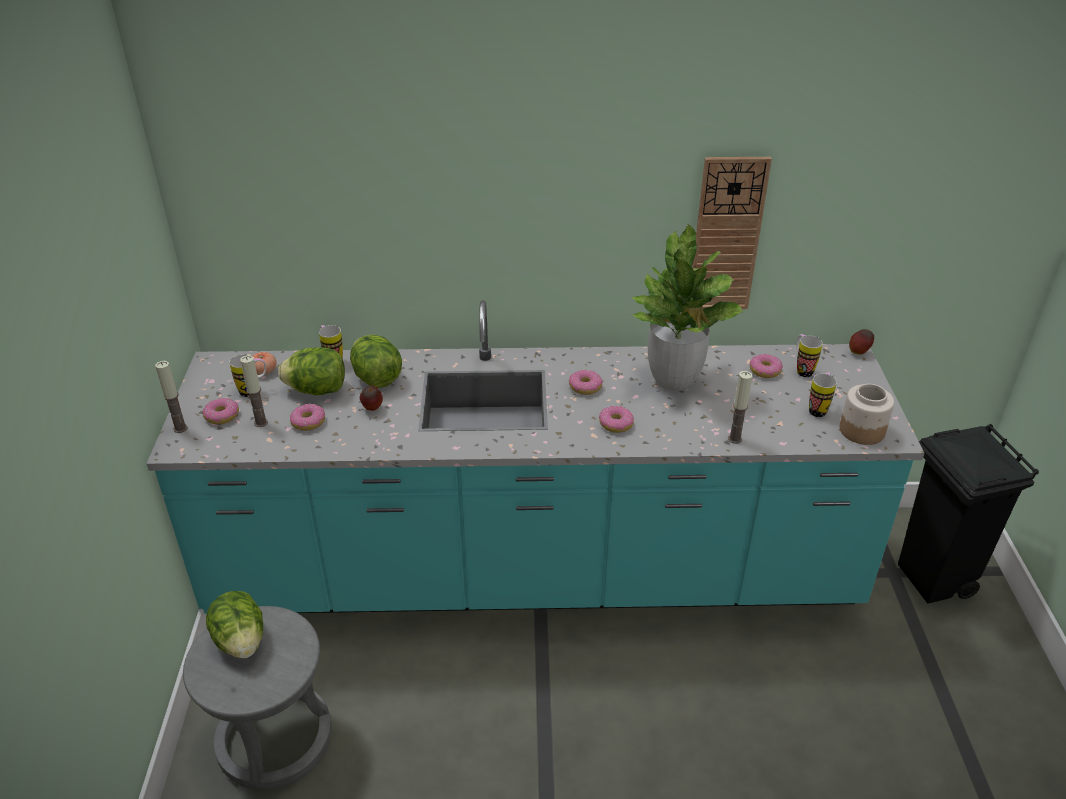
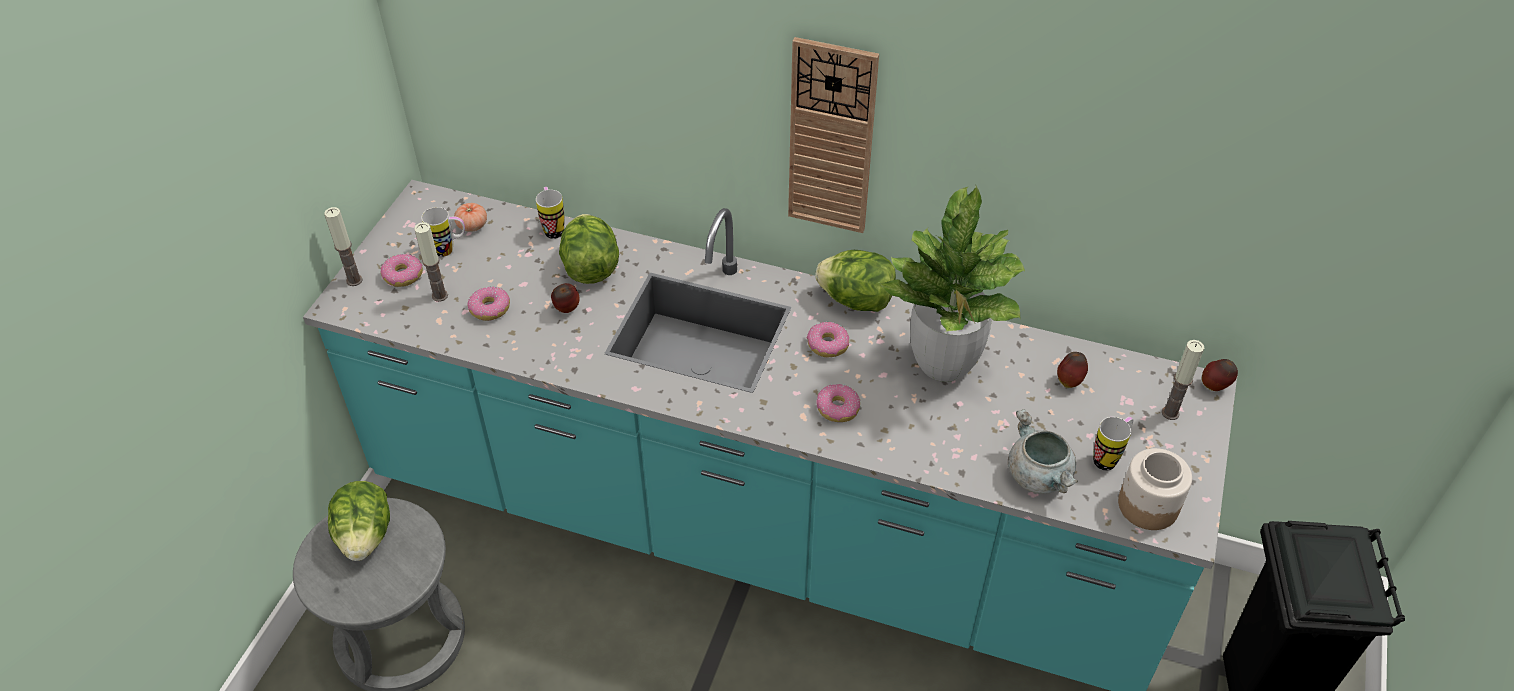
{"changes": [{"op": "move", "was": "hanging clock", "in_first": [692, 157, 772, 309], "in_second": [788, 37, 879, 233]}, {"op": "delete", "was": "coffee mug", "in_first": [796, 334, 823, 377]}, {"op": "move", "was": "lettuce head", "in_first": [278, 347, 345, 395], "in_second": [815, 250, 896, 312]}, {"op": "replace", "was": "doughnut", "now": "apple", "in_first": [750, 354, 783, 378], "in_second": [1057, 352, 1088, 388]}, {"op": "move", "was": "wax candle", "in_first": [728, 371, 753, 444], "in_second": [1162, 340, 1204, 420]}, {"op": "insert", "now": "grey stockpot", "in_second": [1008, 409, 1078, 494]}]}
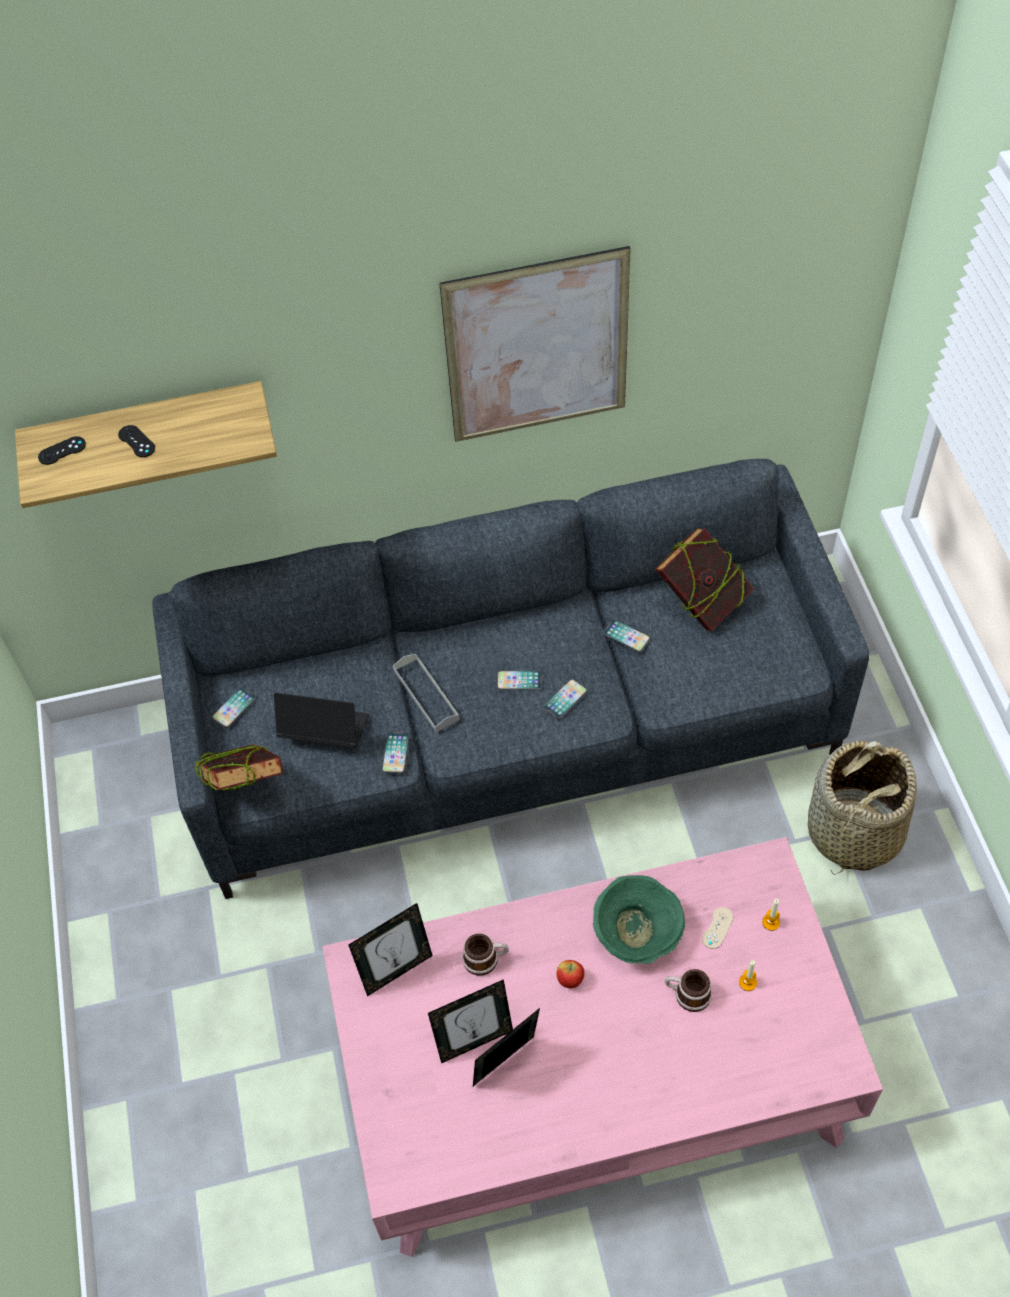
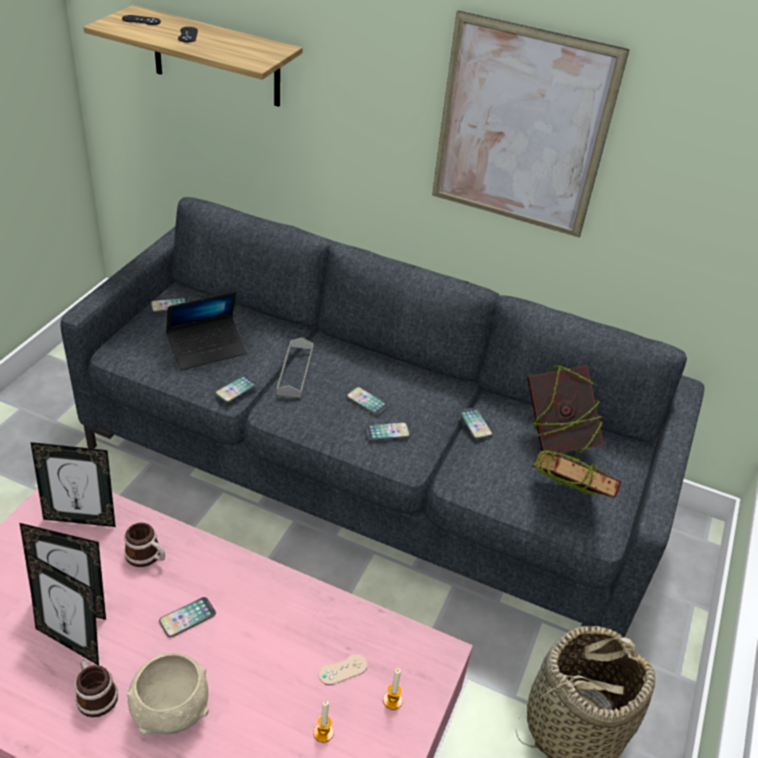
{"changes": [{"op": "rotate", "was": "notebook computer", "in_first": [274, 693, 369, 748], "in_second": [166, 291, 247, 370], "clockwise": 105}, {"op": "move", "was": "bound book", "in_first": [195, 744, 283, 791], "in_second": [532, 450, 622, 498]}, {"op": "delete", "was": "greenish bowl", "in_first": [593, 875, 685, 964]}, {"op": "replace", "was": "apple", "now": "phone", "in_first": [556, 960, 585, 988], "in_second": [159, 597, 216, 638]}, {"op": "move", "was": "coffee mug", "in_first": [665, 969, 712, 1012], "in_second": [75, 660, 118, 717]}, {"op": "rotate", "was": "standing frame", "in_first": [473, 1008, 540, 1086], "in_second": [26, 551, 99, 665], "clockwise": -150}, {"op": "insert", "now": "beige-coloured bowl", "in_second": [127, 652, 208, 736]}]}
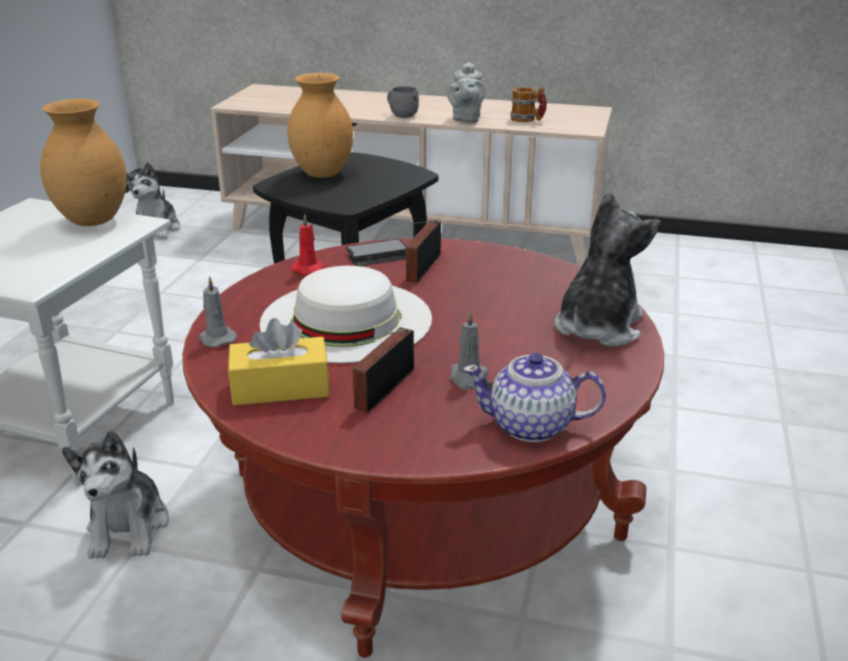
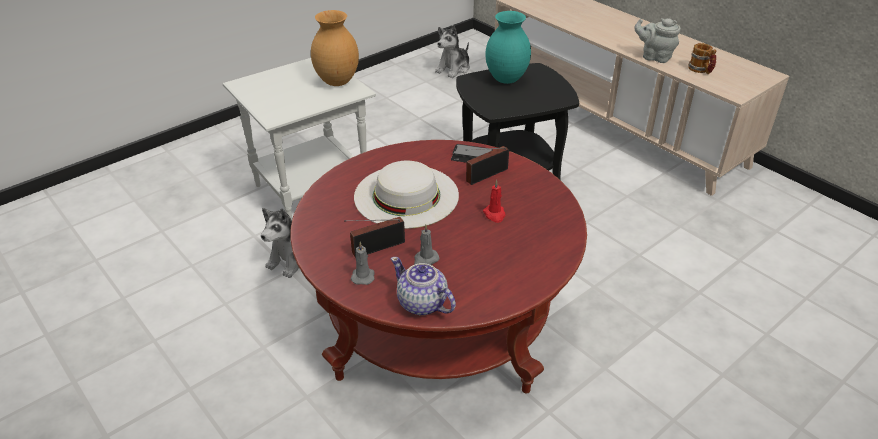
{"changes": [{"op": "rotate", "was": "grey teapot", "in_first": [447, 62, 486, 123], "in_second": [634, 18, 680, 63], "clockwise": 75}, {"op": "recolor", "was": "brownish decorative vase", "now": "turquoise-coloured decorative vase", "in_first": [287, 73, 353, 178], "in_second": [485, 11, 531, 84]}, {"op": "delete", "was": "grey coffee mug", "in_first": [387, 86, 419, 118]}, {"op": "delete", "was": "cuddly toy", "in_first": [554, 192, 660, 347]}, {"op": "move", "was": "red wax candle", "in_first": [291, 214, 325, 276], "in_second": [483, 180, 505, 223]}, {"op": "move", "was": "grey wax candle", "in_first": [199, 276, 237, 347], "in_second": [351, 242, 375, 285]}, {"op": "delete", "was": "yellowish tissue box", "in_first": [228, 318, 330, 405]}]}
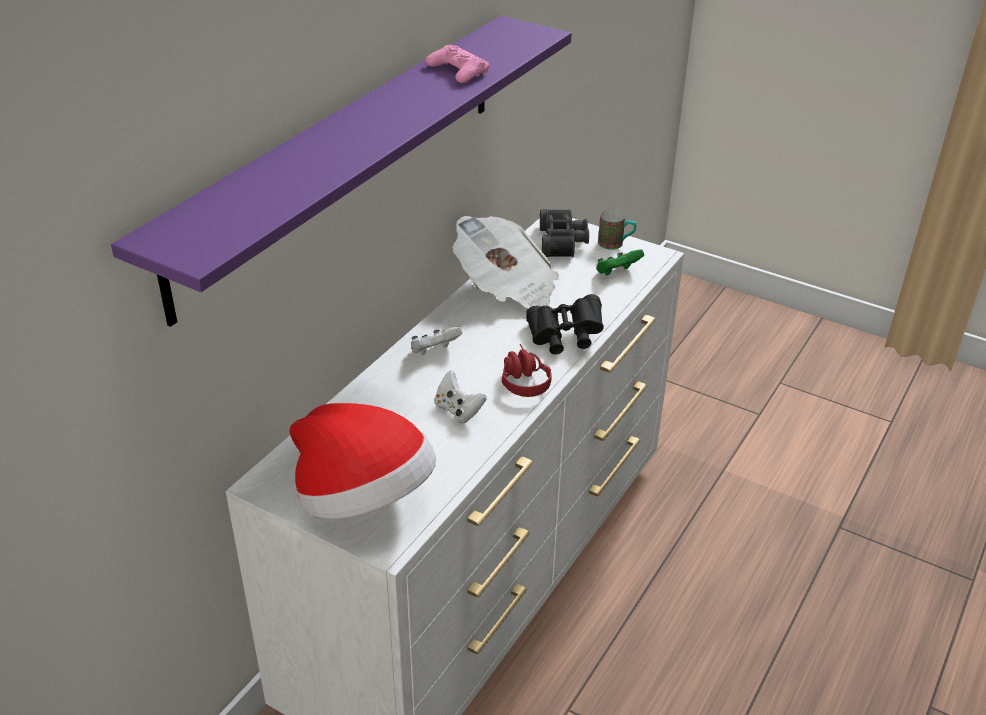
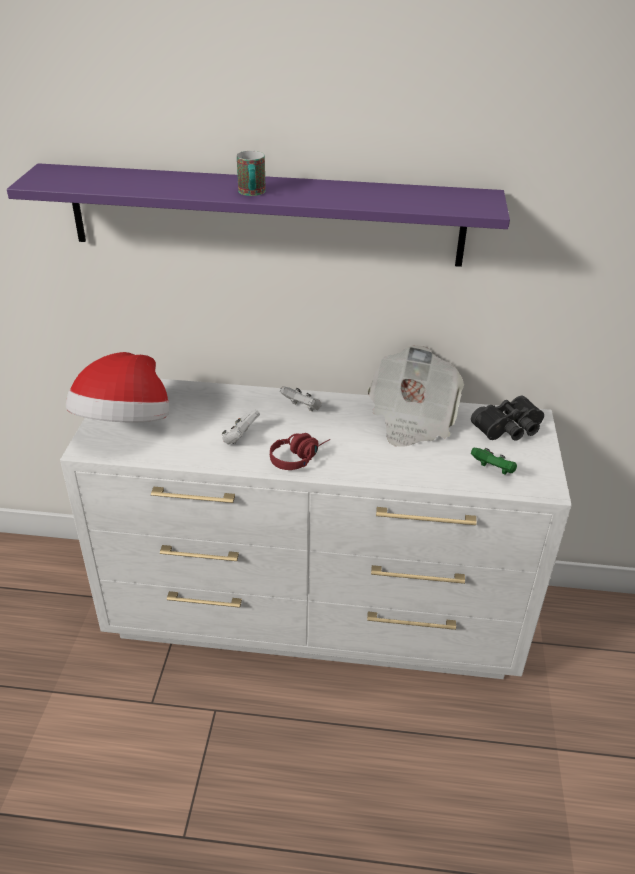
{"changes": [{"op": "delete", "was": "pink-coloured gamepad", "in_first": [425, 45, 489, 83]}, {"op": "move", "was": "coffee mug", "in_first": [598, 209, 636, 250], "in_second": [237, 151, 266, 196]}, {"op": "delete", "was": "black binoculars", "in_first": [526, 294, 604, 355]}]}
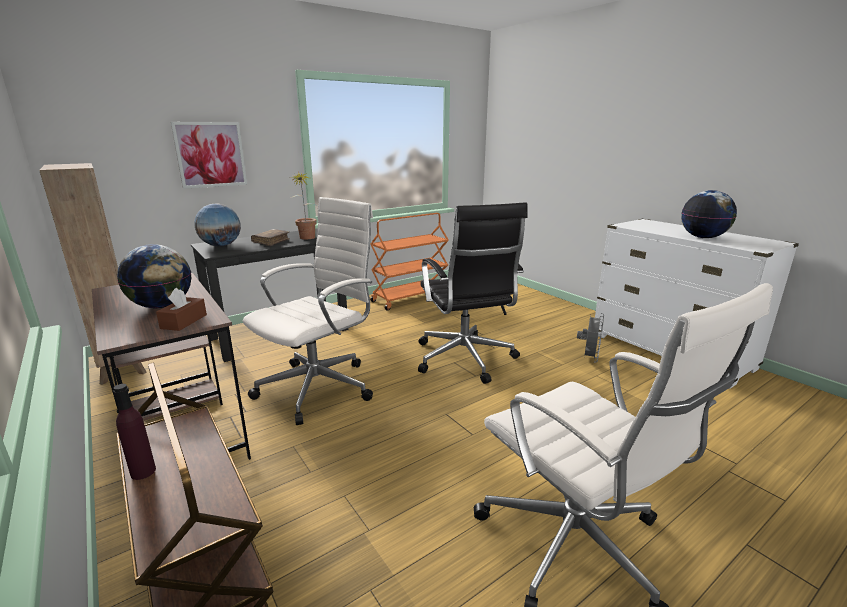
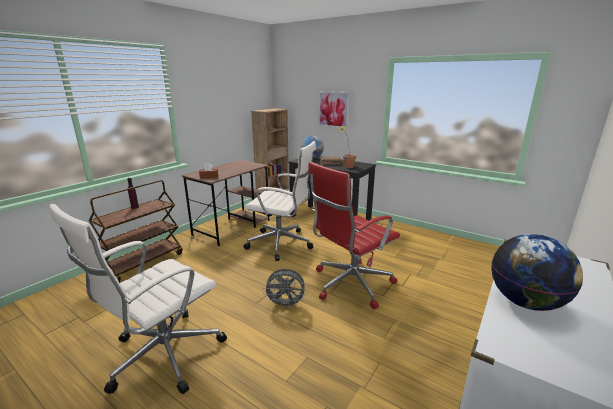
{"changes": [{"op": "recolor", "was": "black office chair", "now": "red office chair", "in_first": [418, 203, 528, 384], "in_second": [308, 162, 400, 309]}, {"op": "delete", "was": "orange wheeled cart", "in_first": [370, 213, 449, 311]}, {"op": "delete", "was": "globe", "in_first": [117, 244, 191, 308]}, {"op": "move", "was": "grey fan", "in_first": [577, 313, 604, 363], "in_second": [263, 269, 307, 309]}]}
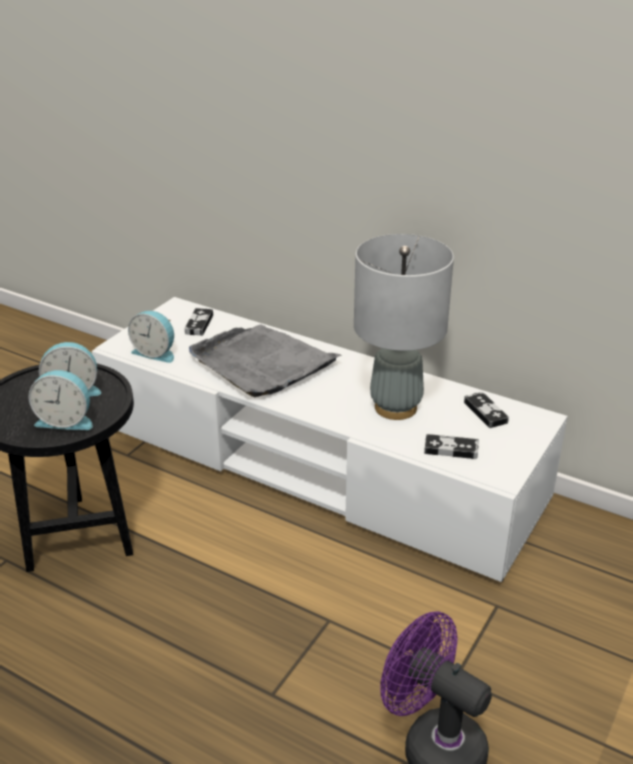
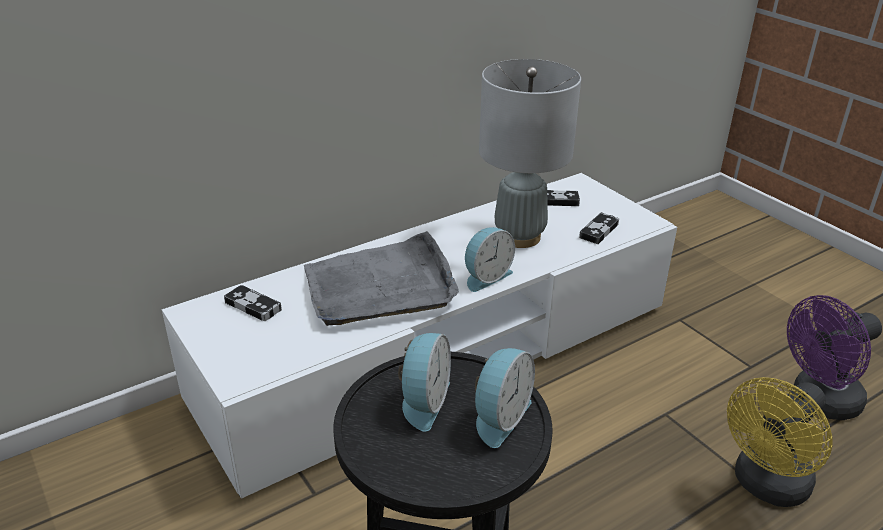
{"changes": [{"op": "move", "was": "table clock", "in_first": [128, 311, 174, 363], "in_second": [465, 227, 515, 292]}, {"op": "insert", "now": "yellowish fan", "in_second": [727, 377, 833, 507]}]}
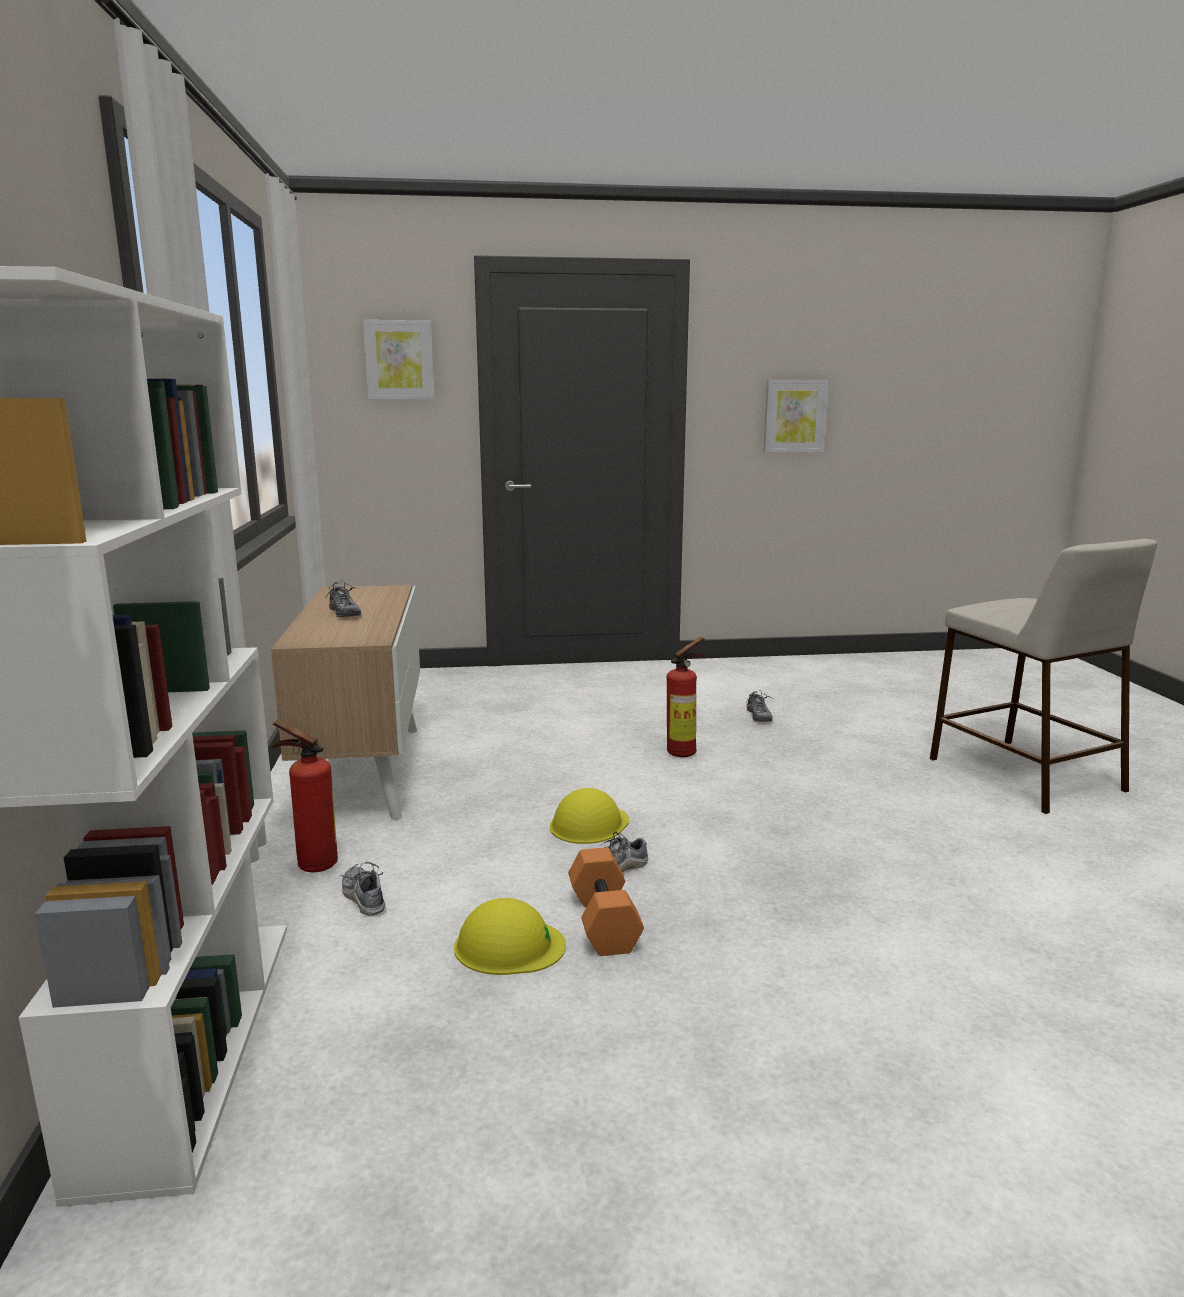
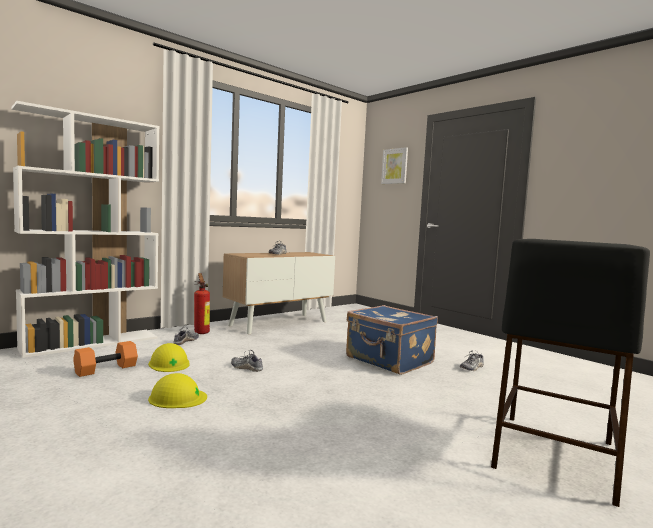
{"changes": [{"op": "delete", "was": "wall picture", "in_first": [764, 380, 829, 453]}, {"op": "recolor", "was": "beige-coloured stool", "now": "black stool", "in_first": [930, 539, 1157, 814], "in_second": [491, 239, 650, 507]}, {"op": "replace", "was": "fire-fighting cylinder", "now": "bluish suitcase", "in_first": [666, 637, 709, 757], "in_second": [346, 305, 438, 375]}, {"op": "move", "was": "yellowish safety helmet", "in_first": [550, 788, 629, 844], "in_second": [148, 373, 207, 408]}, {"op": "move", "was": "orange hand weight", "in_first": [568, 847, 644, 956], "in_second": [73, 341, 138, 377]}]}
